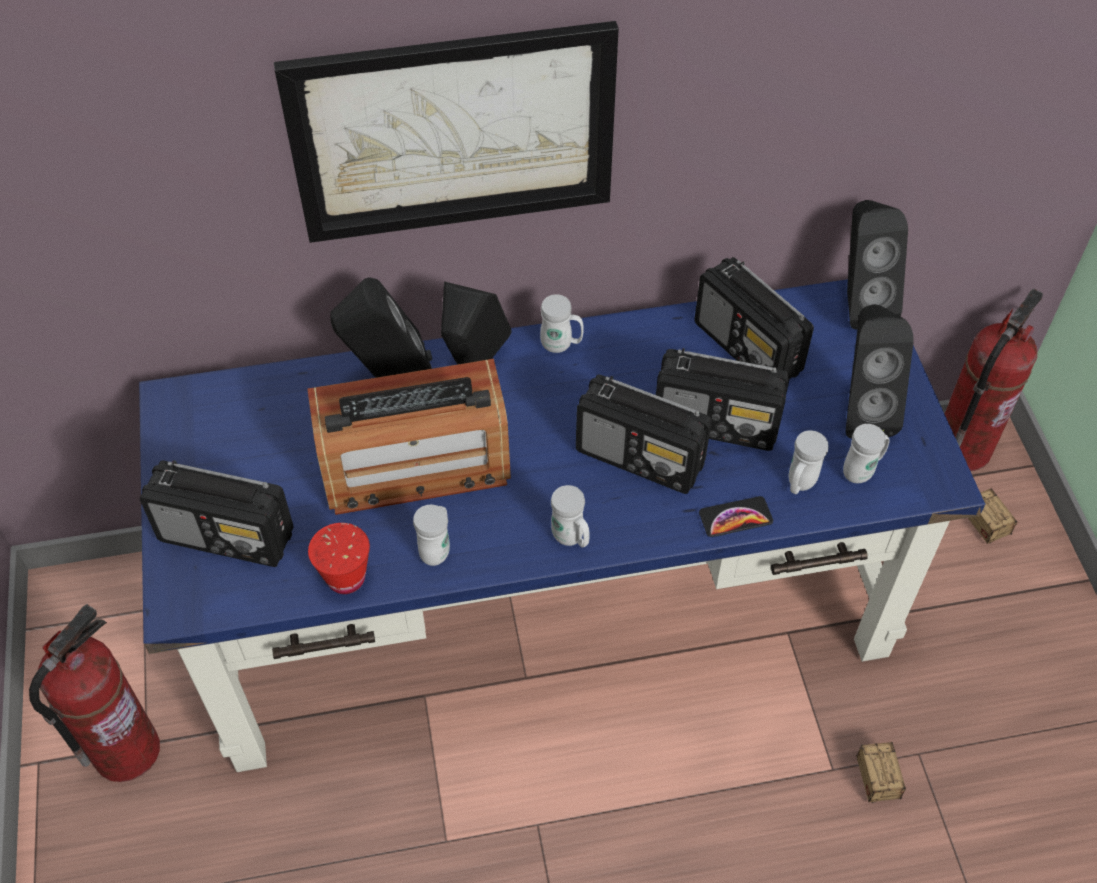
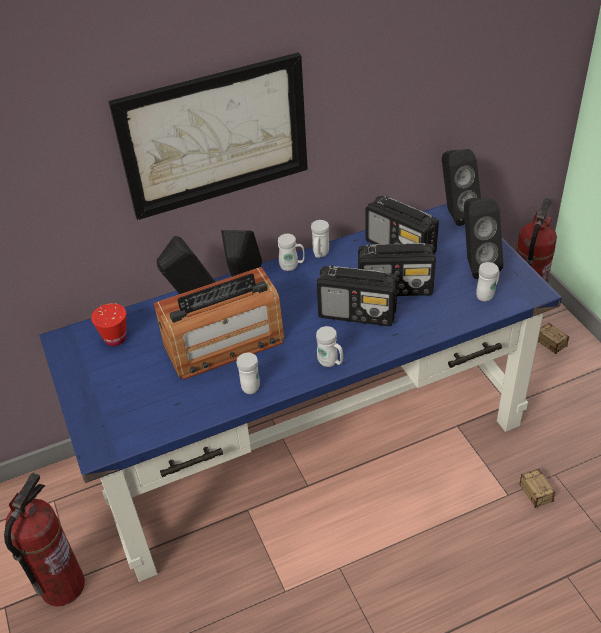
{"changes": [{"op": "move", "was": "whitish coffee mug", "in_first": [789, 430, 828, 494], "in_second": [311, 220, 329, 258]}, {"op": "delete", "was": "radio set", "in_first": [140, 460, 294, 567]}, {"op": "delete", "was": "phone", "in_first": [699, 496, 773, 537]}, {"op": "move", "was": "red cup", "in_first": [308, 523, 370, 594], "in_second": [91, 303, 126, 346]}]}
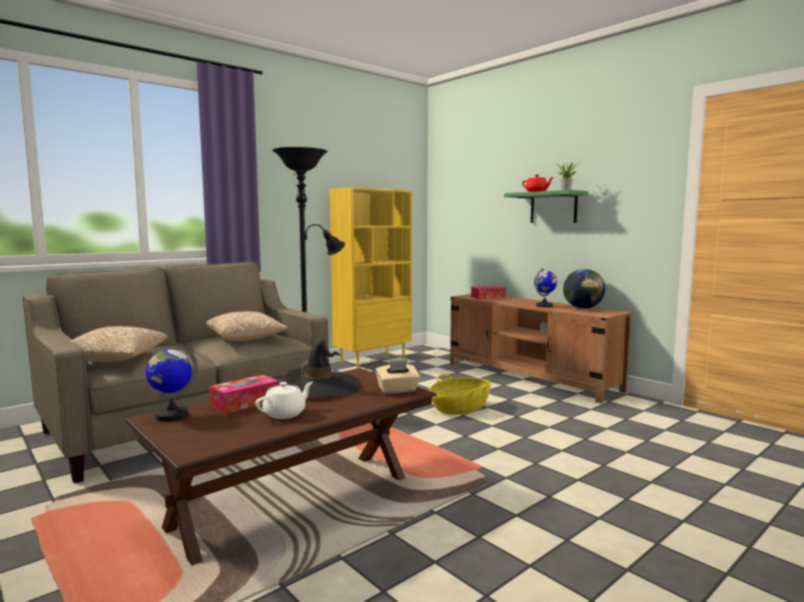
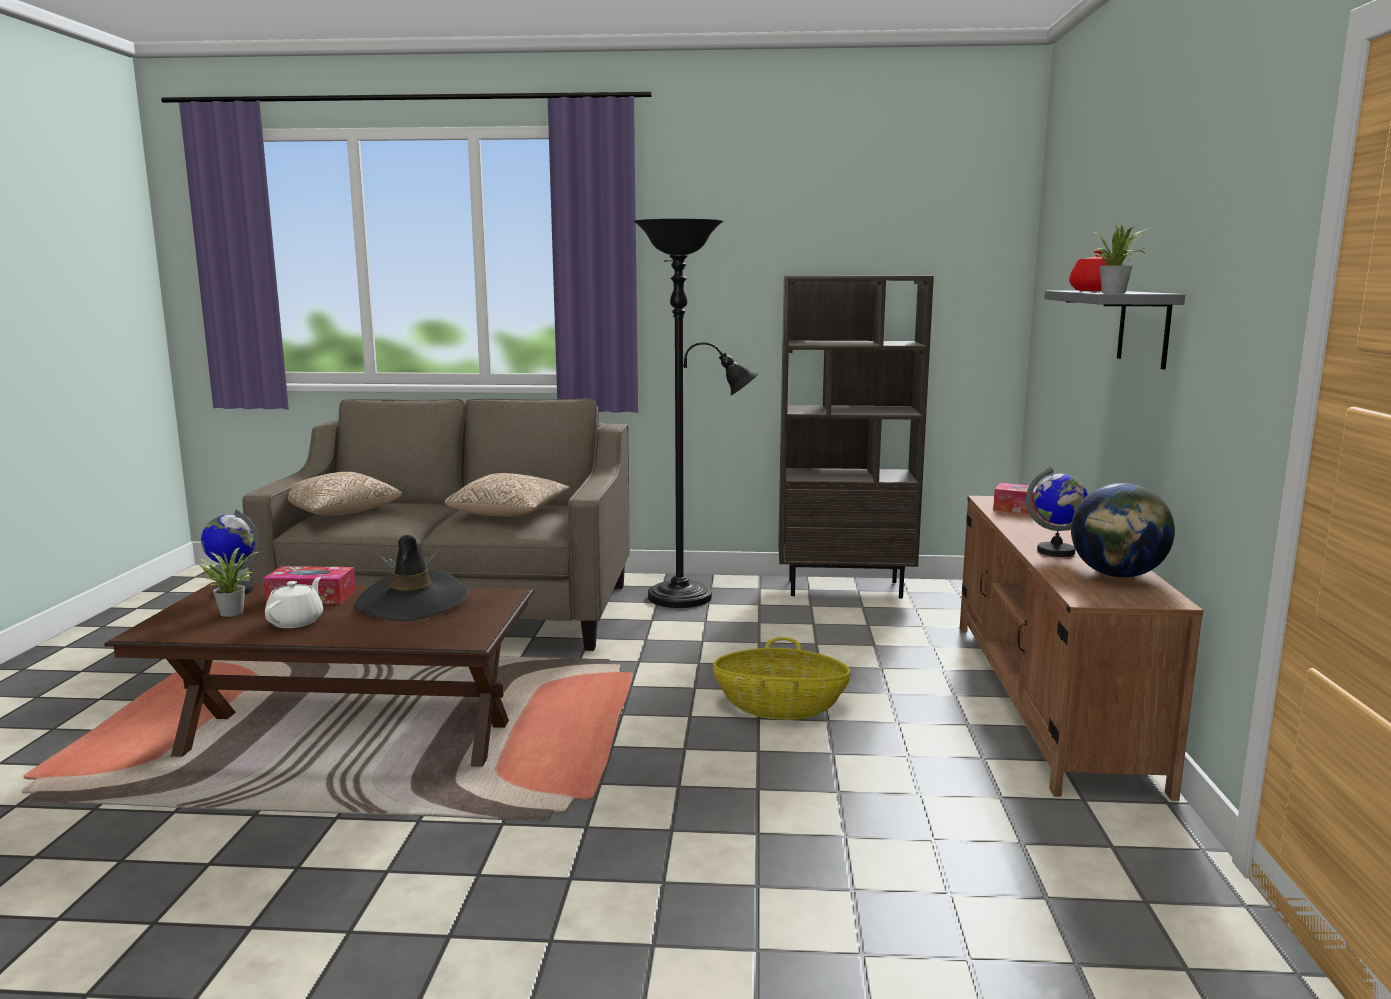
{"changes": [{"op": "recolor", "was": "yellowish bookshelf", "now": "brownish bookshelf", "in_first": [330, 187, 412, 368], "in_second": [778, 275, 934, 599]}, {"op": "recolor", "was": "greenish bracket shelf", "now": "grey bracket shelf", "in_first": [504, 190, 588, 223], "in_second": [1044, 291, 1185, 370]}, {"op": "delete", "was": "beige-coloured tissue box", "in_first": [375, 361, 420, 394]}, {"op": "rotate", "was": "whitish teapot", "in_first": [255, 382, 313, 419], "in_second": [265, 577, 323, 628], "clockwise": -75}, {"op": "insert", "now": "plant in a pot", "in_second": [200, 547, 261, 617]}]}
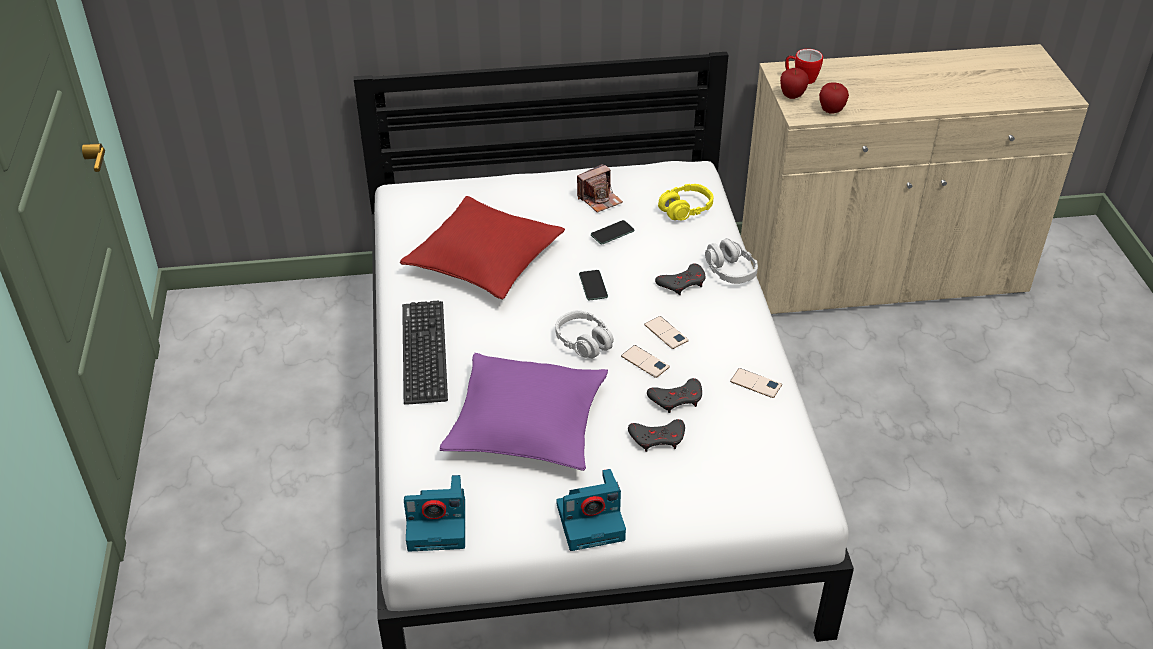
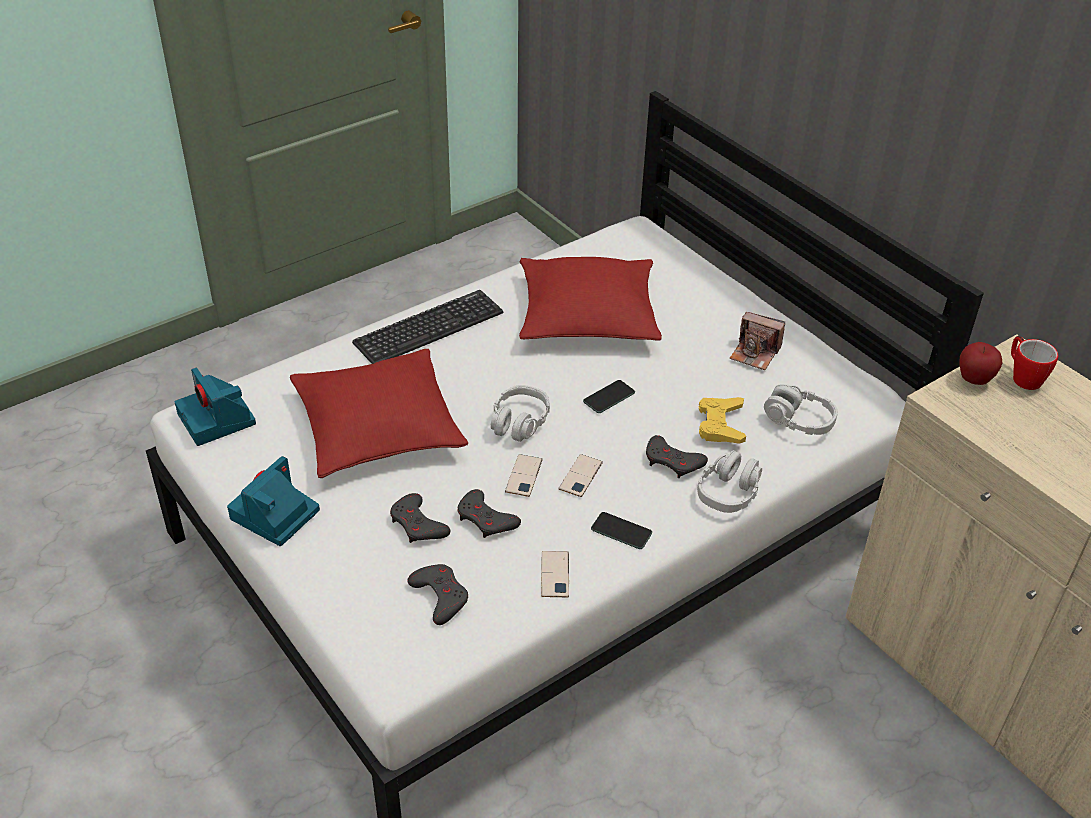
{"changes": [{"op": "delete", "was": "apple", "in_first": [819, 82, 849, 114]}, {"op": "recolor", "was": "yellowish headset", "now": "grey headset", "in_first": [658, 184, 713, 220], "in_second": [764, 384, 838, 435]}, {"op": "move", "was": "phone", "in_first": [591, 220, 634, 244], "in_second": [591, 512, 652, 549]}, {"op": "recolor", "was": "purple-coloured pillow", "now": "red pillow", "in_first": [440, 353, 608, 471], "in_second": [290, 349, 468, 478]}, {"op": "rotate", "was": "photo camera", "in_first": [557, 469, 626, 551], "in_second": [227, 456, 320, 546], "clockwise": 75}, {"op": "insert", "now": "yellowish gamepad", "in_second": [699, 397, 746, 444]}, {"op": "insert", "now": "grey gamepad", "in_second": [407, 564, 468, 625]}]}
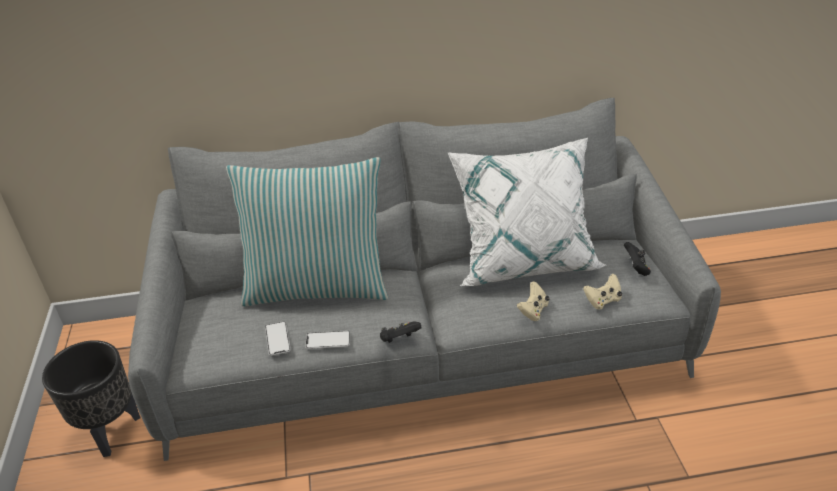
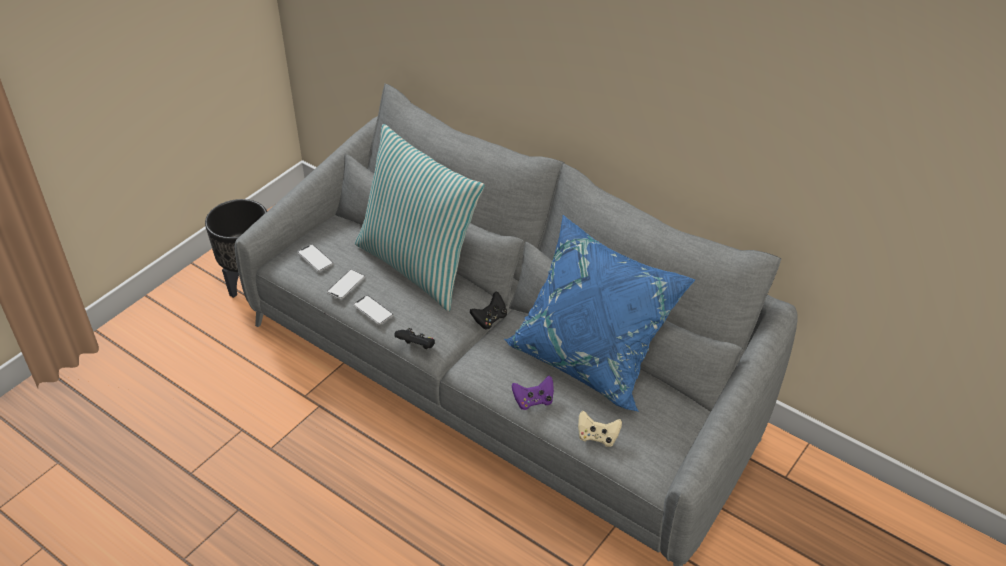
{"changes": [{"op": "recolor", "was": "whitish pillow", "now": "bluish pillow", "in_first": [447, 138, 607, 286], "in_second": [504, 215, 695, 412]}, {"op": "move", "was": "black gamepad", "in_first": [624, 242, 651, 276], "in_second": [470, 292, 507, 329]}, {"op": "recolor", "was": "beige-coloured gamepad", "now": "purple-coloured gamepad", "in_first": [517, 281, 550, 321], "in_second": [512, 376, 554, 410]}, {"op": "insert", "now": "phone", "in_second": [297, 244, 334, 272]}]}
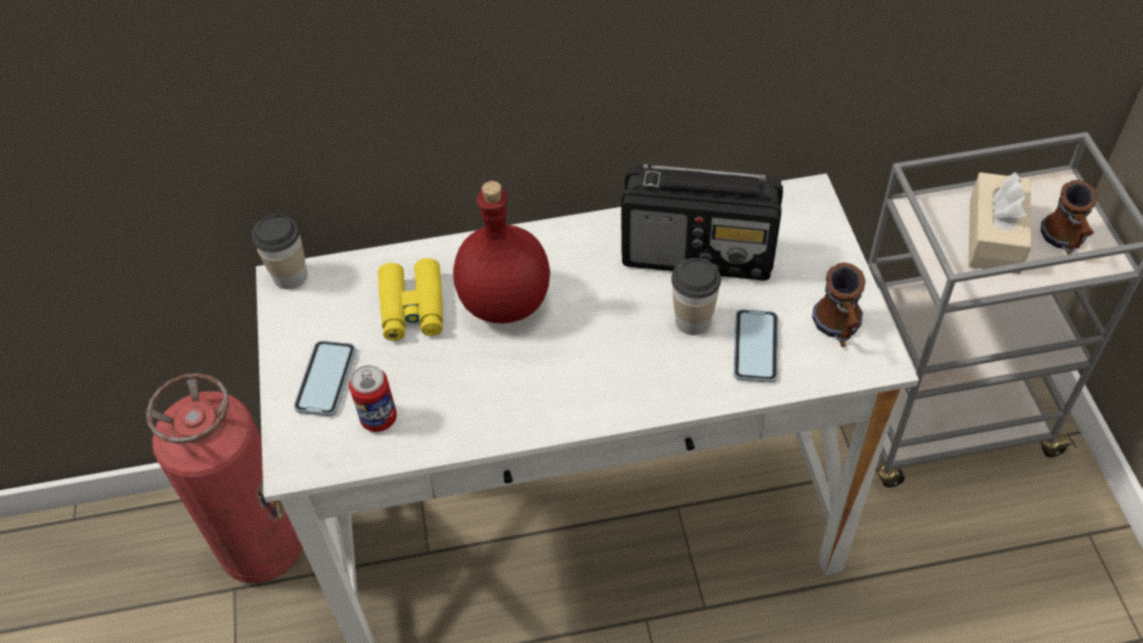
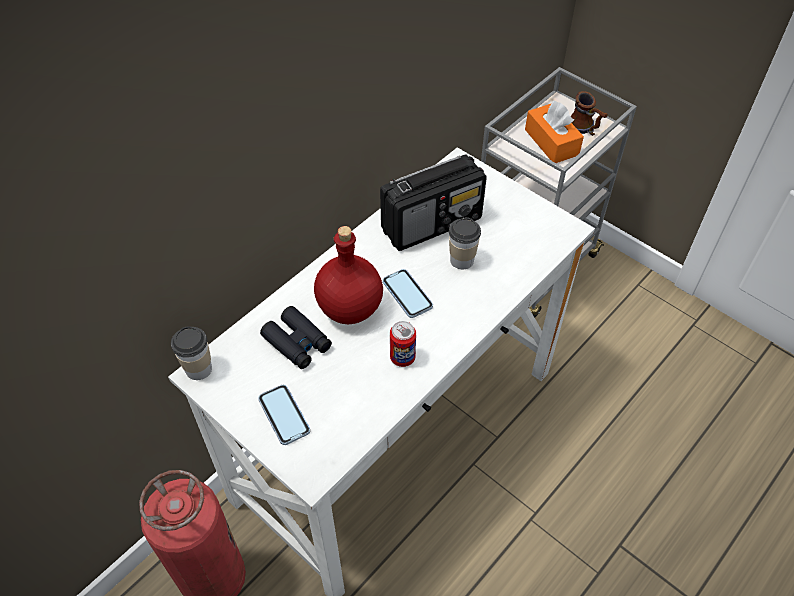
{"changes": [{"op": "recolor", "was": "beige-coloured tissue box", "now": "orange tissue box", "in_first": [968, 172, 1031, 274], "in_second": [525, 101, 584, 163]}, {"op": "recolor", "was": "yellowish binoculars", "now": "black binoculars", "in_first": [378, 258, 443, 341], "in_second": [260, 306, 332, 369]}, {"op": "delete", "was": "coffee mug", "in_first": [812, 262, 865, 347]}, {"op": "move", "was": "phone", "in_first": [733, 309, 778, 383], "in_second": [383, 269, 433, 318]}, {"op": "move", "was": "can", "in_first": [349, 365, 397, 432], "in_second": [390, 321, 416, 367]}]}
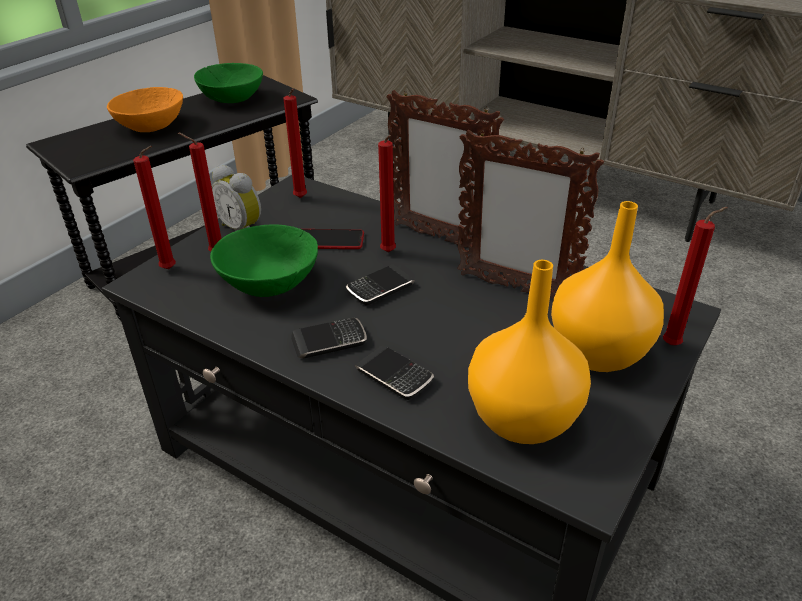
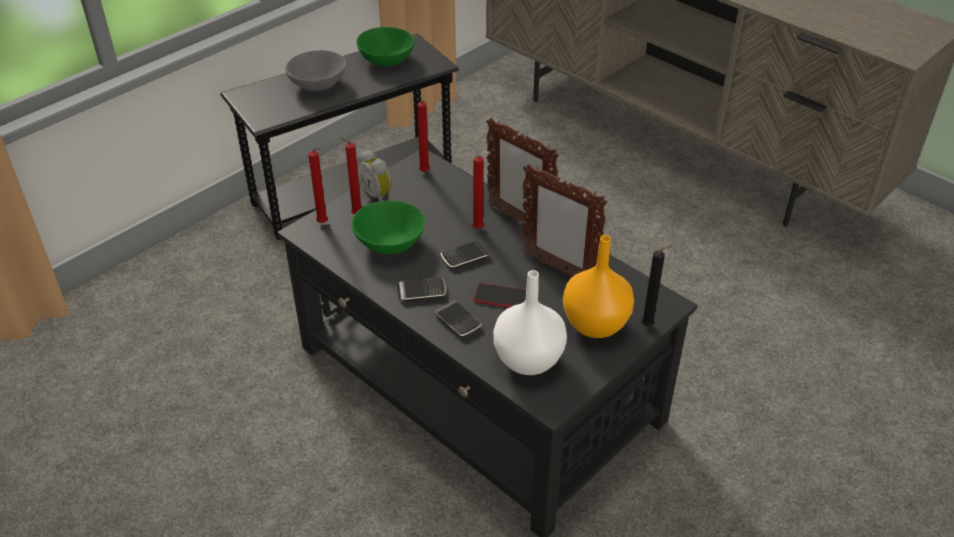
{"changes": [{"op": "recolor", "was": "orange bowl", "now": "grey bowl", "in_first": [107, 87, 183, 132], "in_second": [285, 50, 346, 91]}, {"op": "recolor", "was": "red wax candle", "now": "black wax candle", "in_first": [663, 207, 728, 345], "in_second": [641, 245, 672, 326]}, {"op": "move", "was": "phone", "in_first": [302, 229, 364, 249], "in_second": [473, 283, 526, 308]}, {"op": "recolor", "was": "orange decorative vase", "now": "whitish decorative vase", "in_first": [468, 260, 591, 444], "in_second": [493, 270, 567, 375]}]}
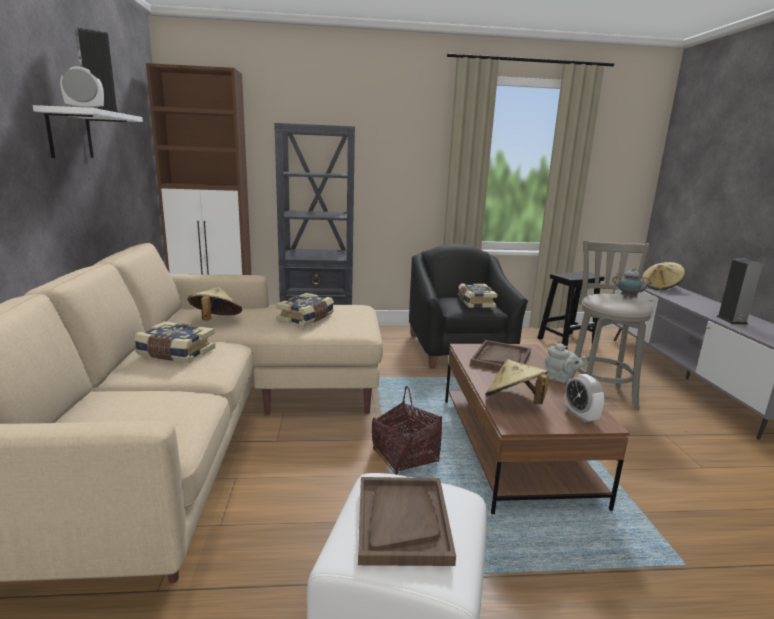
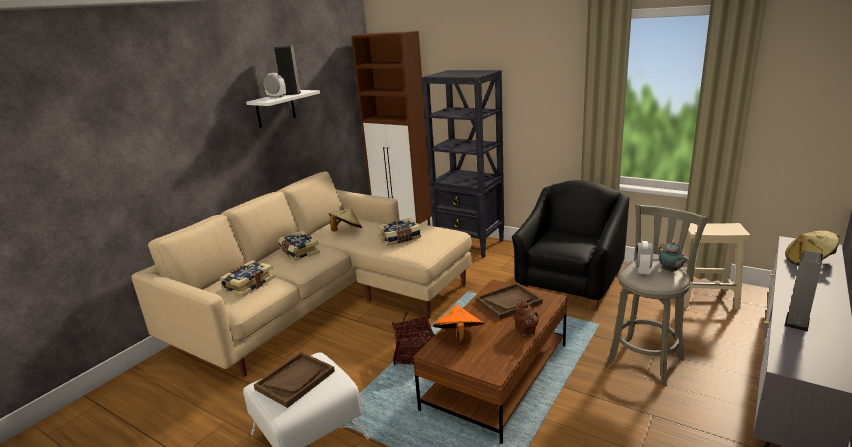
{"changes": [{"op": "recolor", "was": "black stool", "now": "beige-coloured stool", "in_first": [538, 271, 605, 349], "in_second": [682, 223, 750, 310]}, {"op": "move", "was": "bound book", "in_first": [458, 283, 497, 308], "in_second": [220, 260, 275, 297]}, {"op": "recolor", "was": "grey teapot", "now": "brownish teapot", "in_first": [545, 343, 588, 383], "in_second": [515, 300, 539, 336]}, {"op": "recolor", "was": "beige-coloured wearable hat", "now": "orange wearable hat", "in_first": [485, 359, 549, 404], "in_second": [433, 305, 484, 345]}, {"op": "move", "was": "table clock", "in_first": [565, 374, 605, 423], "in_second": [636, 241, 653, 276]}]}
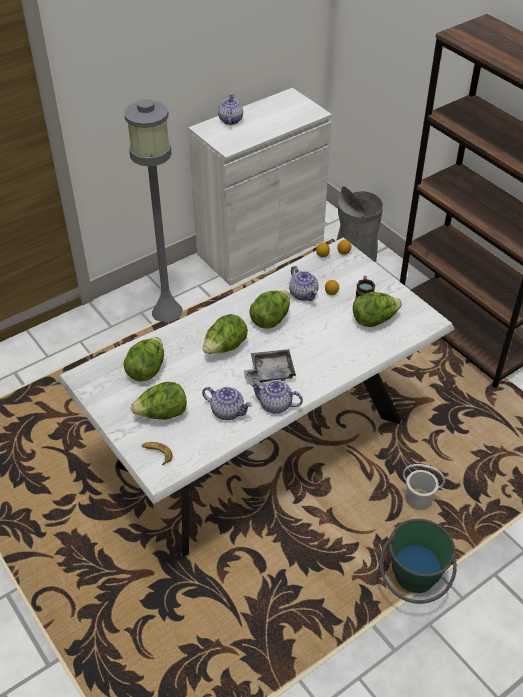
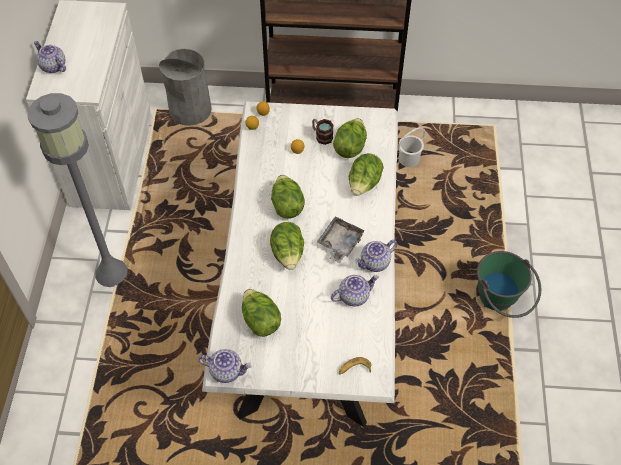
{"changes": [{"op": "move", "was": "teapot", "in_first": [289, 266, 319, 301], "in_second": [198, 349, 251, 383]}, {"op": "move", "was": "lettuce head", "in_first": [131, 382, 187, 420], "in_second": [349, 153, 384, 196]}, {"op": "move", "was": "whitish bucket", "in_first": [403, 464, 445, 510], "in_second": [398, 127, 426, 167]}]}
